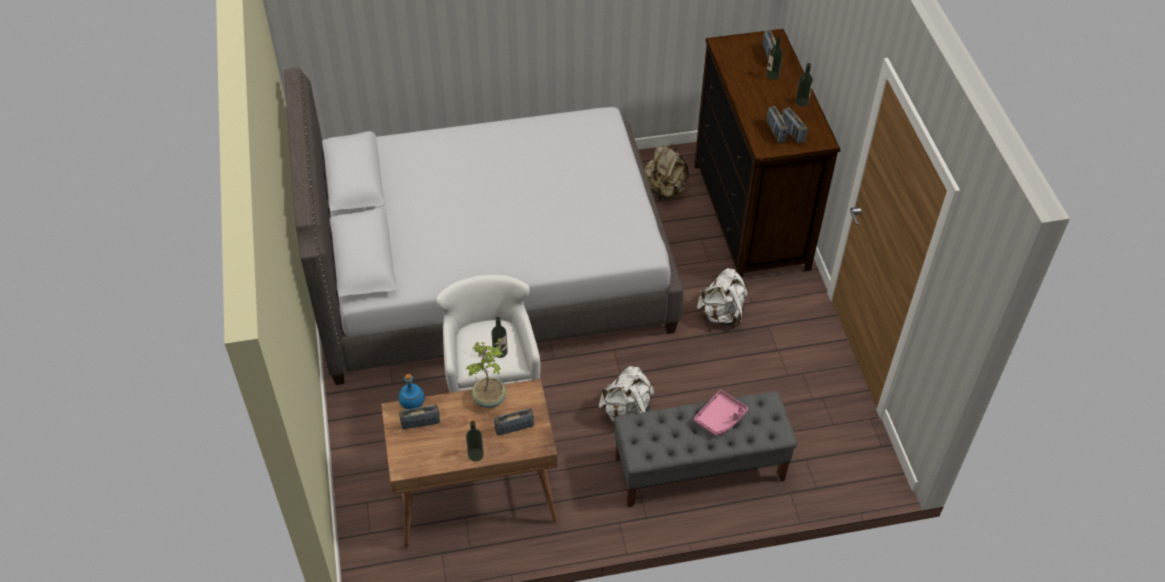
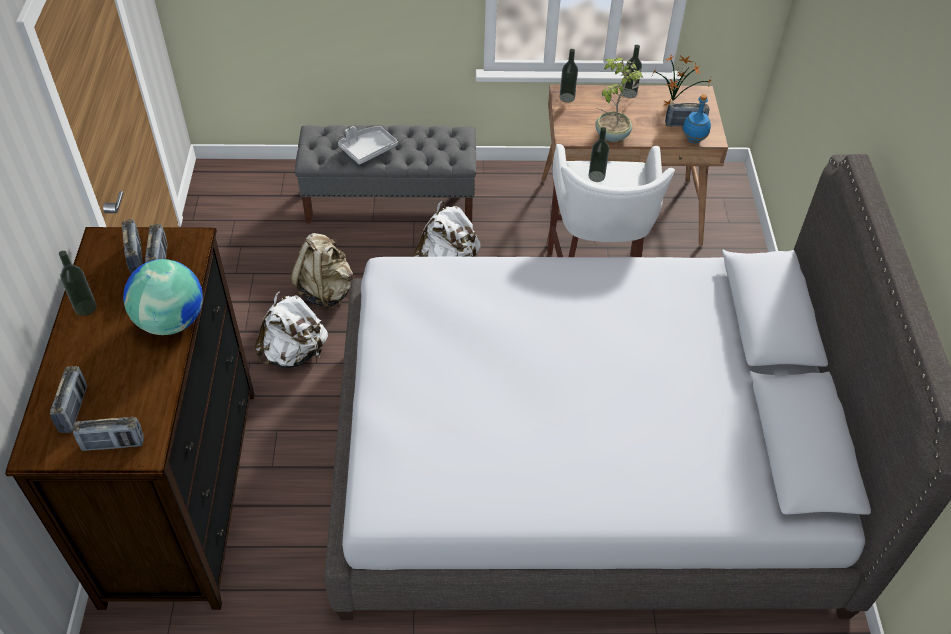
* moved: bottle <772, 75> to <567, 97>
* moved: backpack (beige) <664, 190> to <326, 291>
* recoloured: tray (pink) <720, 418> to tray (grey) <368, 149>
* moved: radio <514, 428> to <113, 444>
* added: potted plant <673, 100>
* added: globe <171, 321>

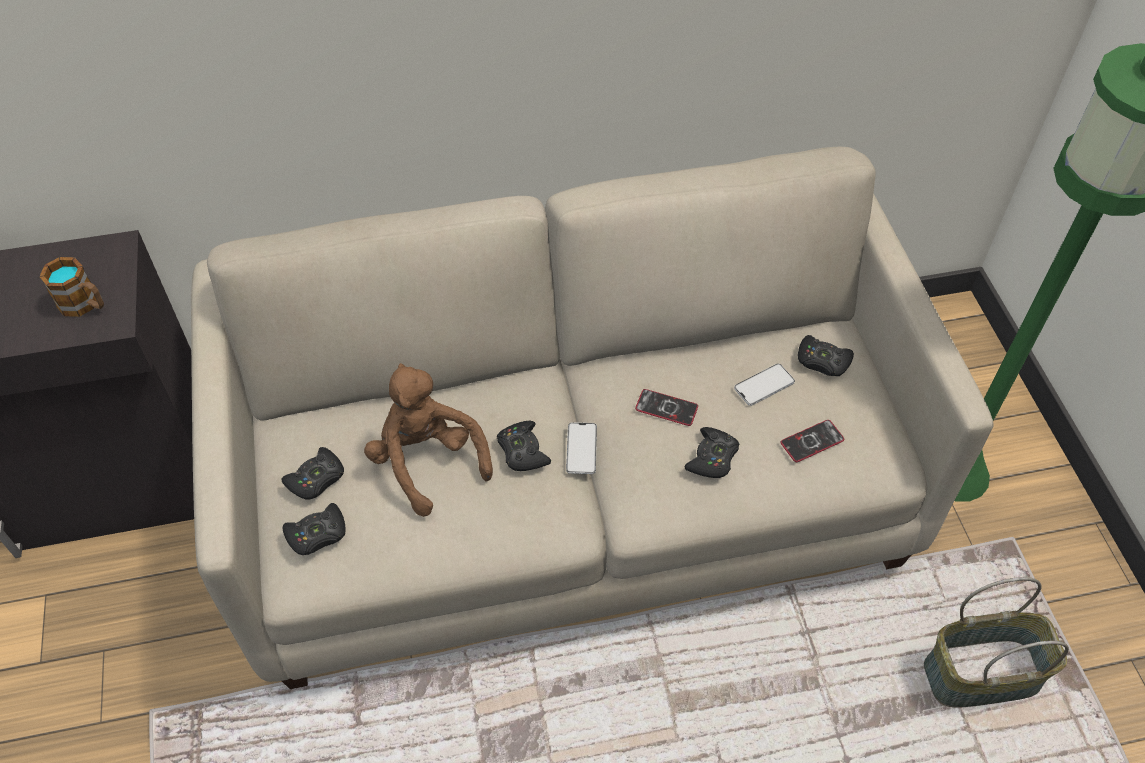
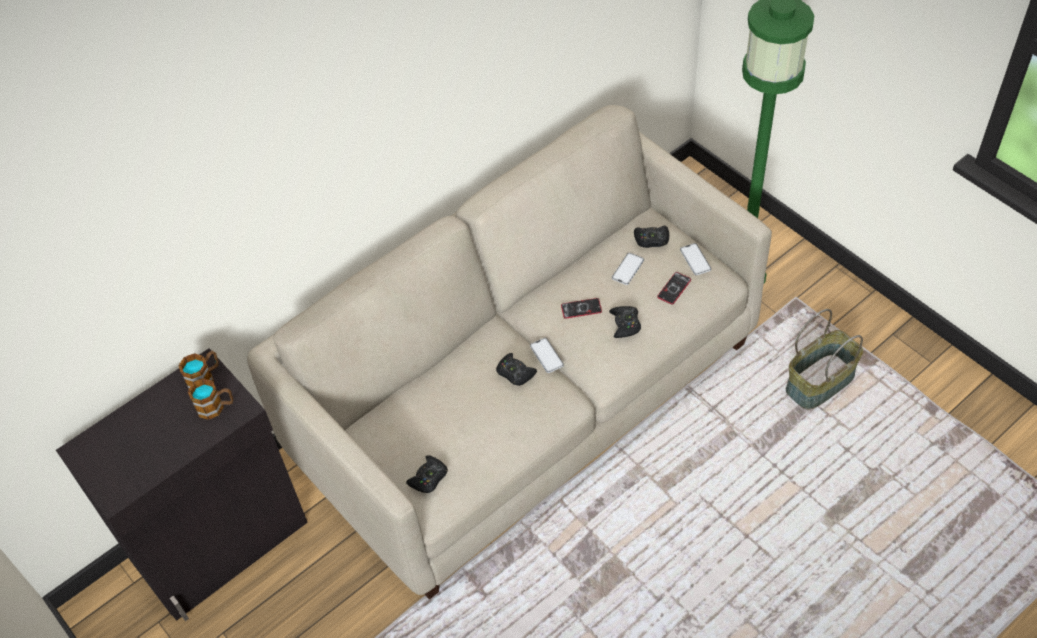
* removed: plush toy (brown) <427, 461>
* removed: game controller (black) <316, 479>
* added: phone <695, 259>
* added: mug <205, 378>

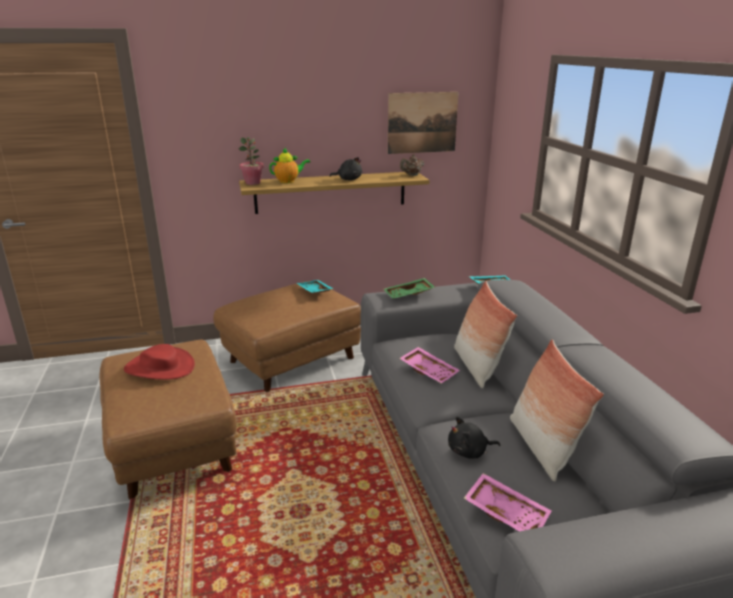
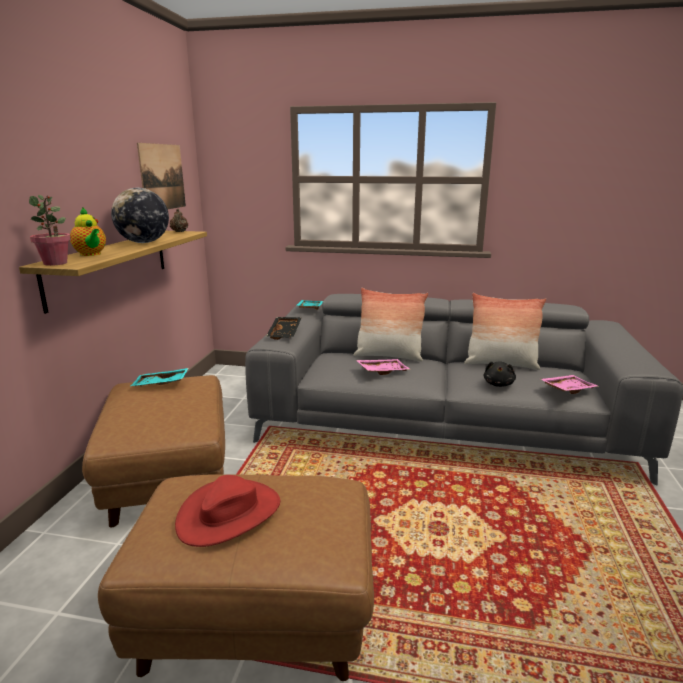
* turned: teapot <288, 181> = <91, 254> 135 degrees clockwise
* replaced: plush toy (black) <348, 179> to globe <144, 242>
* recoloured: tray (green) <409, 295> to tray (black) <285, 333>

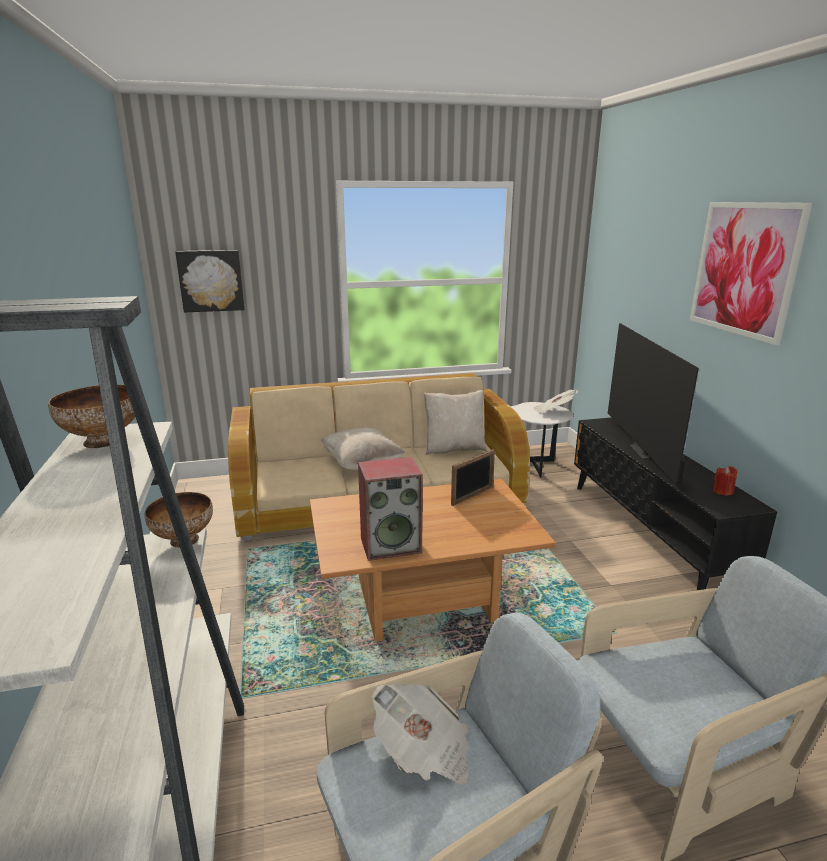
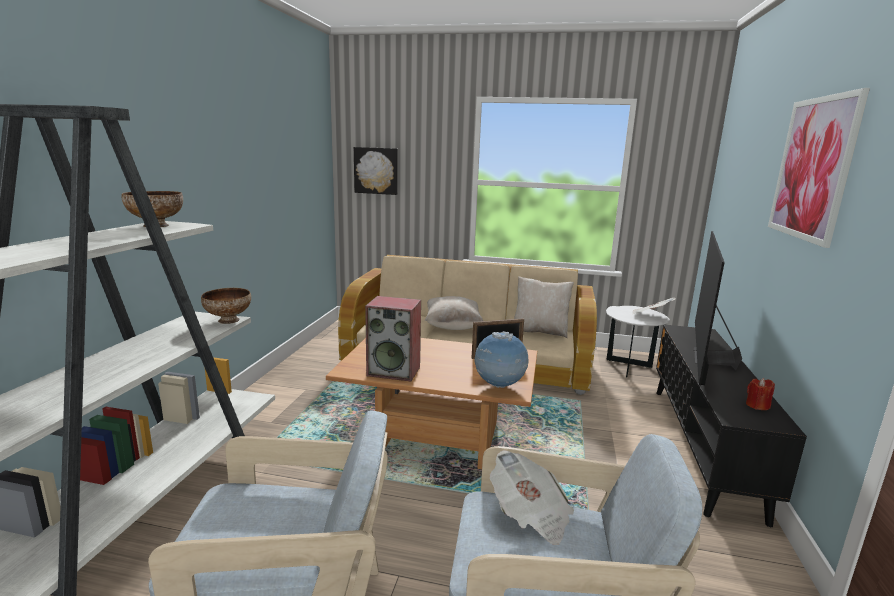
* moved: newspaper <423, 751> to <530, 514>
* added: globe <499, 386>

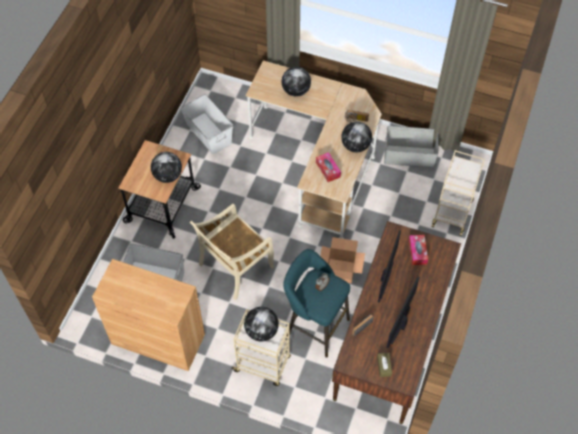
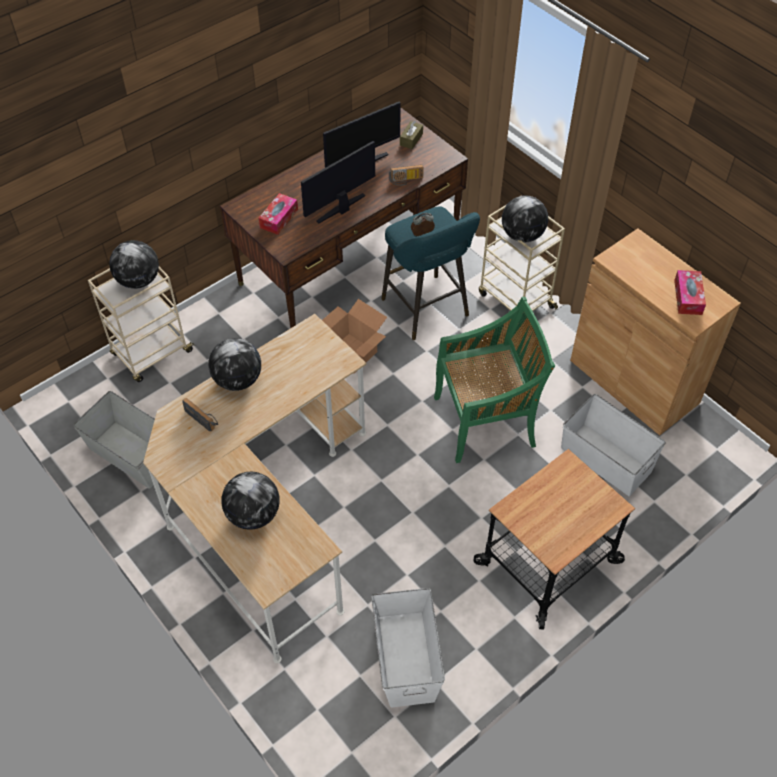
* moved: globe <167, 176> to <139, 281>
* moved: tissue box <328, 169> to <688, 297>
* recoloured: chair (beige) <235, 267> to chair (green) <486, 421>

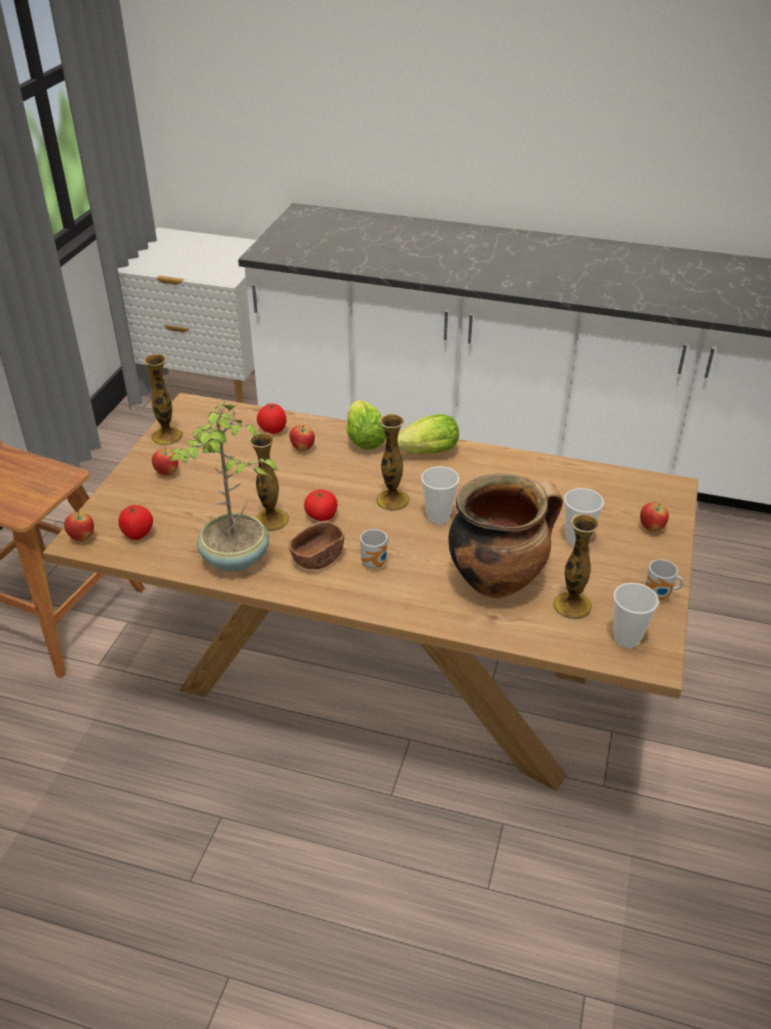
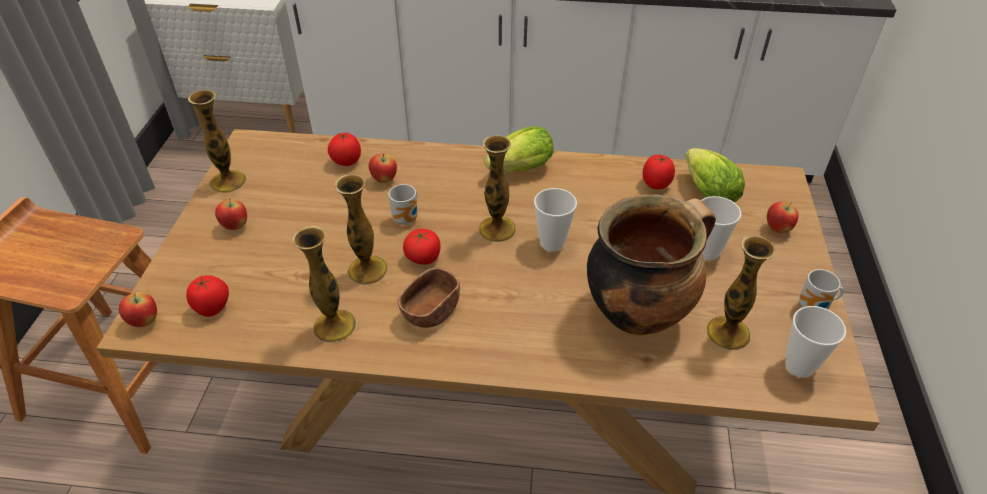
* moved: lettuce <363, 438> to <706, 191>
* replaced: potted plant <235, 559> to vase <334, 326>
* moved: mug <376, 563> to <407, 219>
* added: tomato <656, 184>

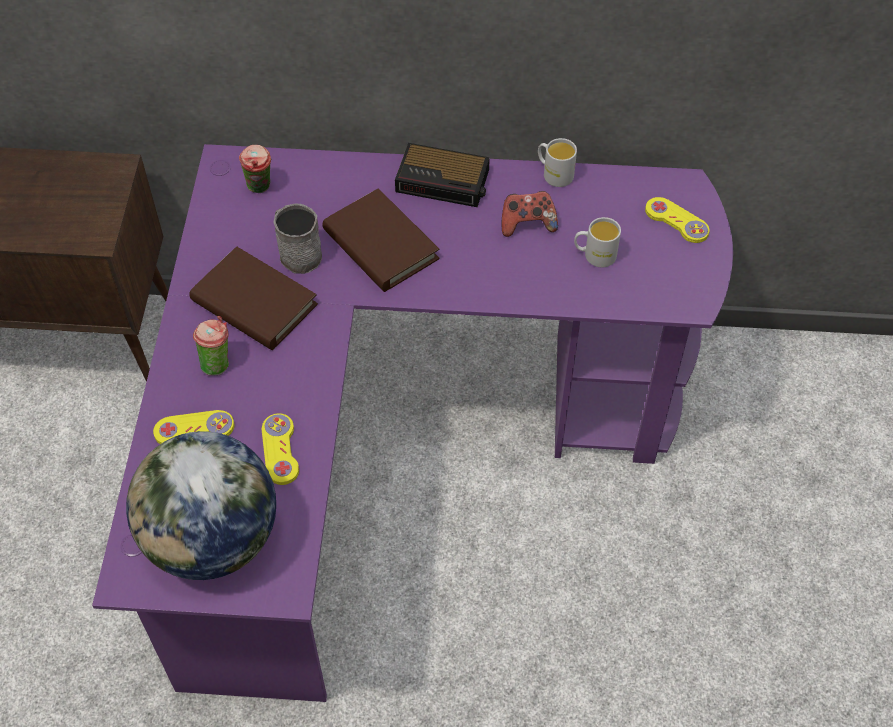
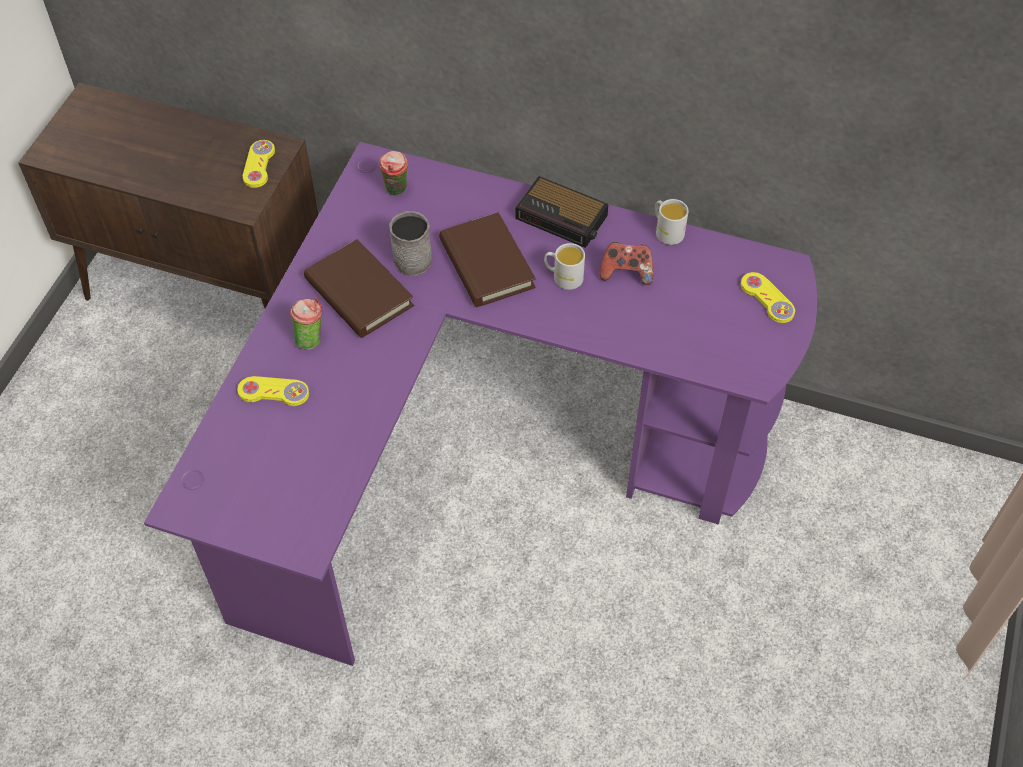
* moved: mug (white) <594, 255> to <563, 277>
* moved: game controller (yellow) <280, 450> to <259, 165>
* removed: globe <213, 540>

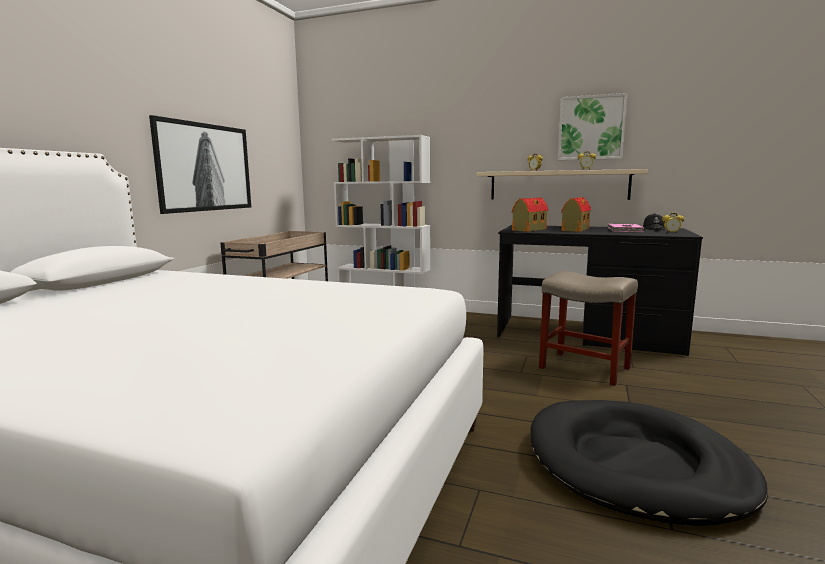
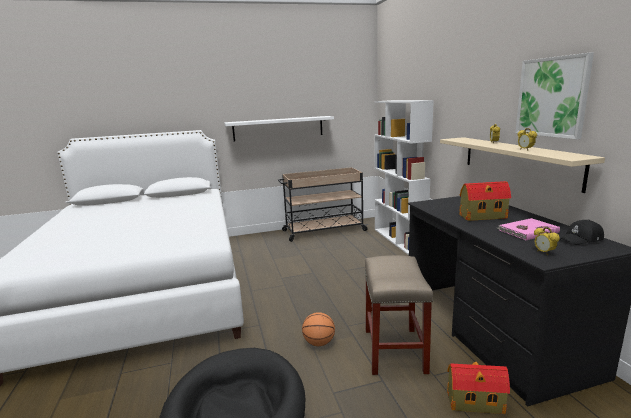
* replaced: picture <205, 167> to shelf (white) <278, 128>
* moved: toy house <528, 229> to <473, 402>
* added: basketball <319, 343>

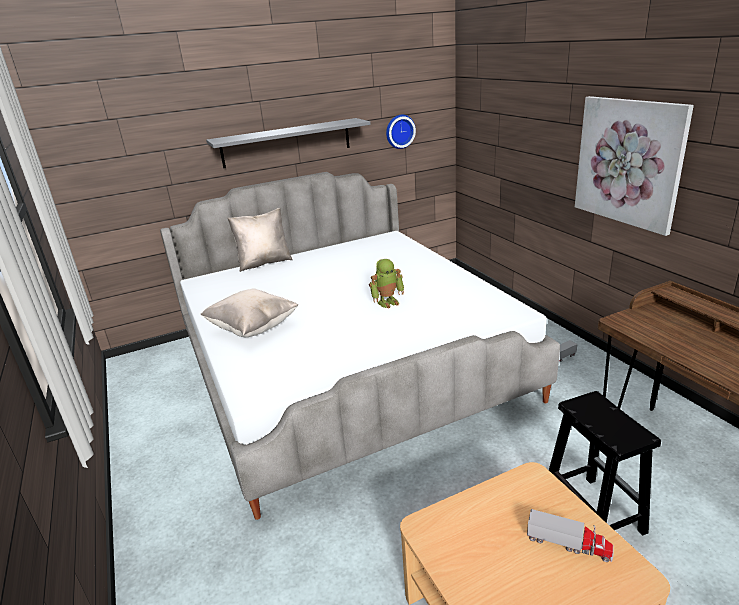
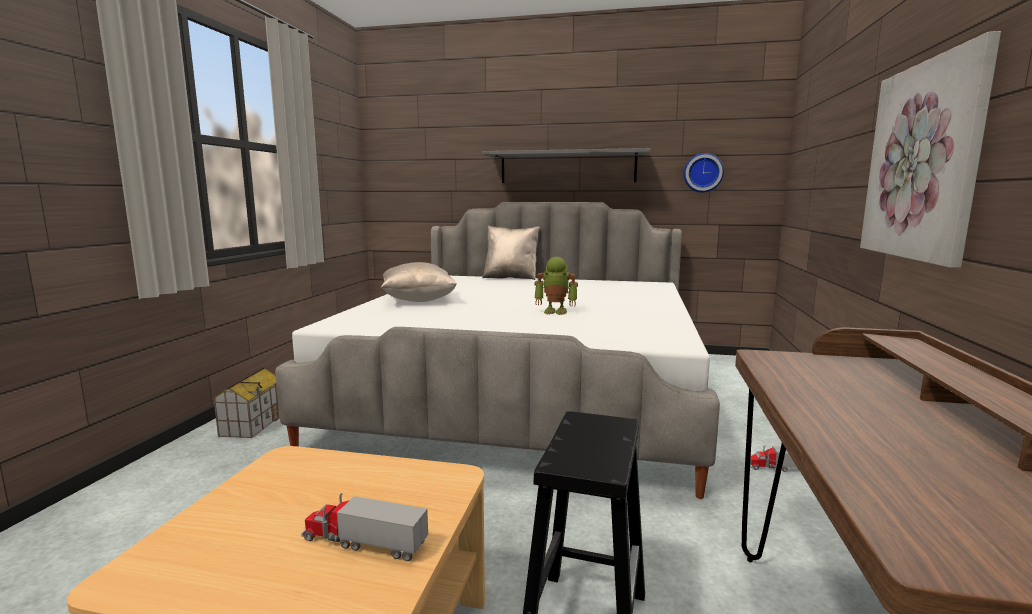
* turned: toy truck <569, 544> = <363, 542> 135 degrees clockwise
* added: toy house <252, 424>

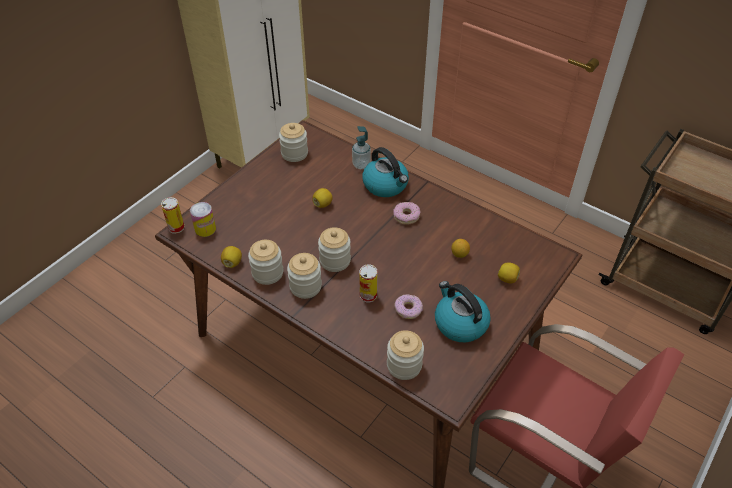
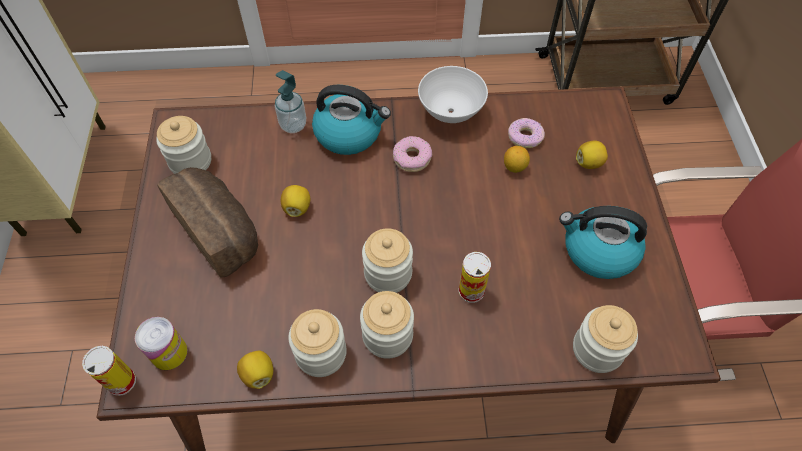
* moved: donut <408, 309> to <525, 137>
* added: bowl (white) <450, 112>
* added: bread <220, 230>

